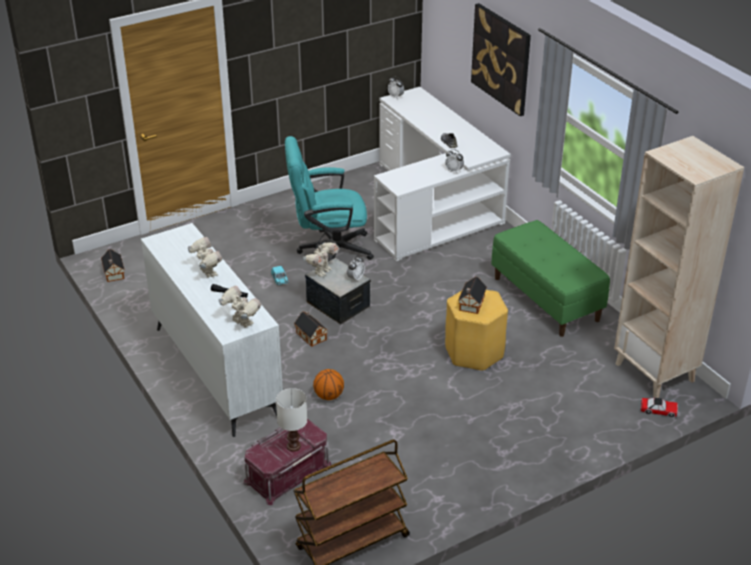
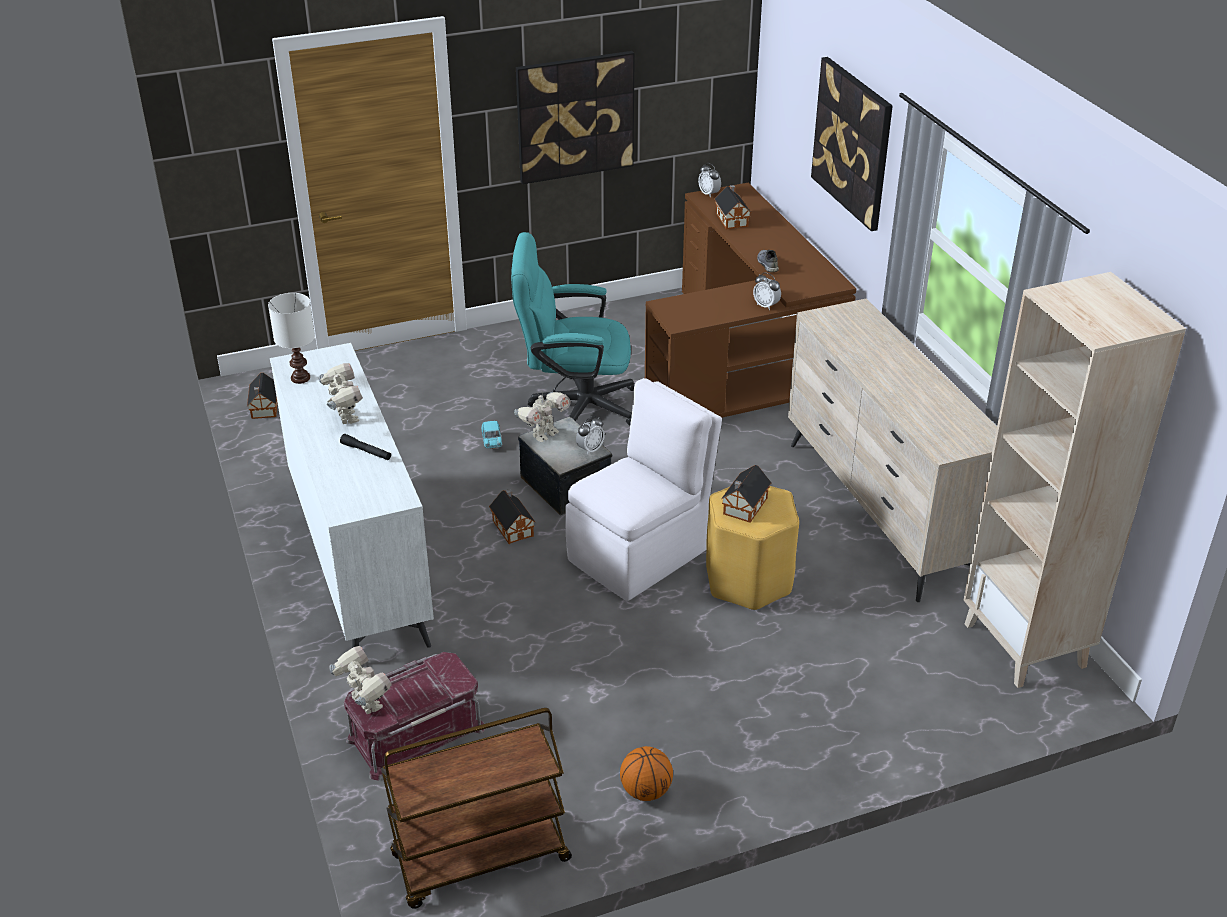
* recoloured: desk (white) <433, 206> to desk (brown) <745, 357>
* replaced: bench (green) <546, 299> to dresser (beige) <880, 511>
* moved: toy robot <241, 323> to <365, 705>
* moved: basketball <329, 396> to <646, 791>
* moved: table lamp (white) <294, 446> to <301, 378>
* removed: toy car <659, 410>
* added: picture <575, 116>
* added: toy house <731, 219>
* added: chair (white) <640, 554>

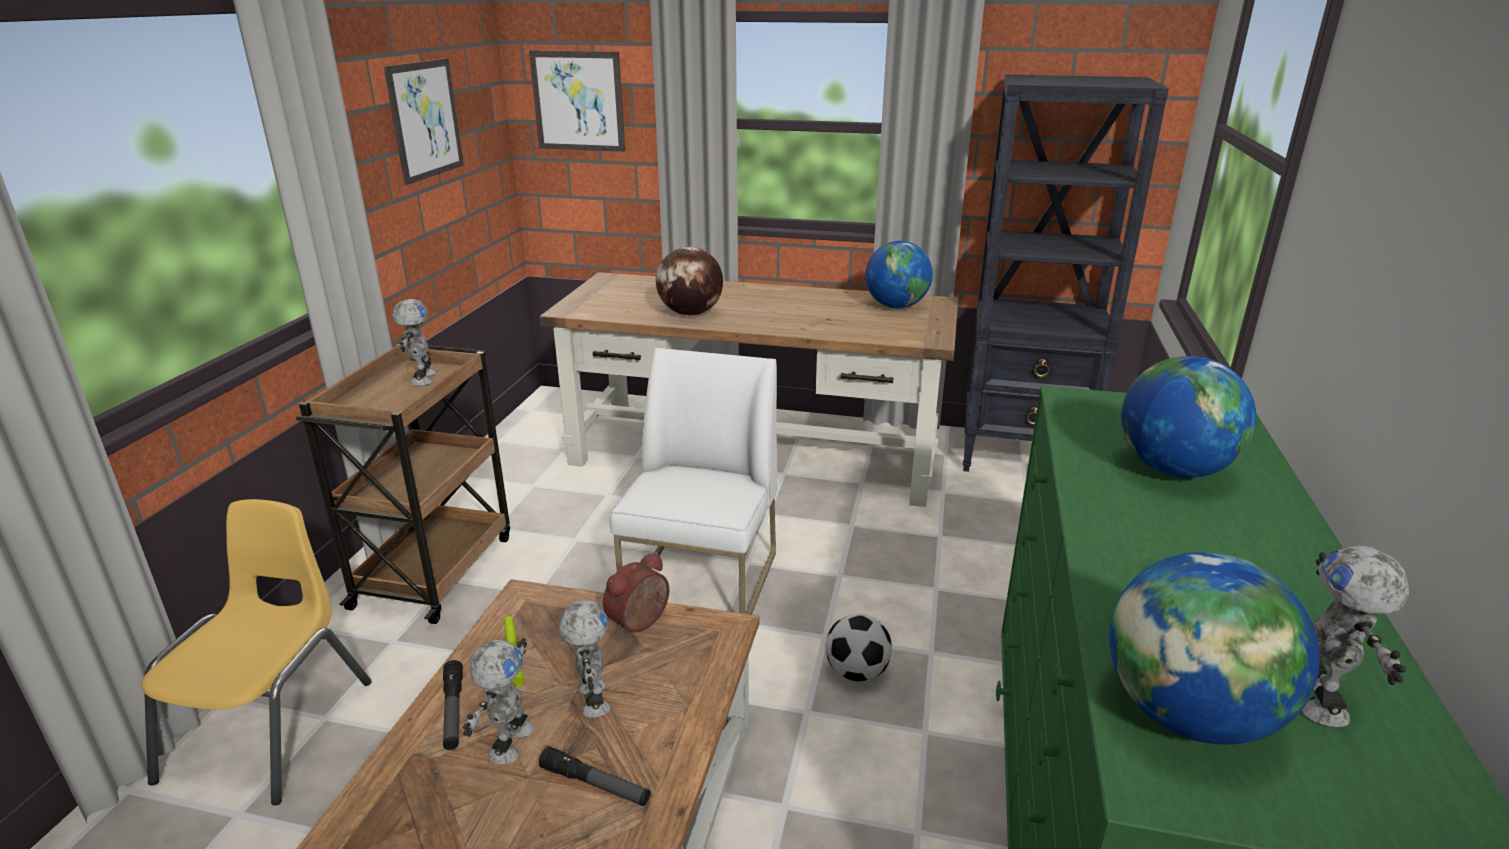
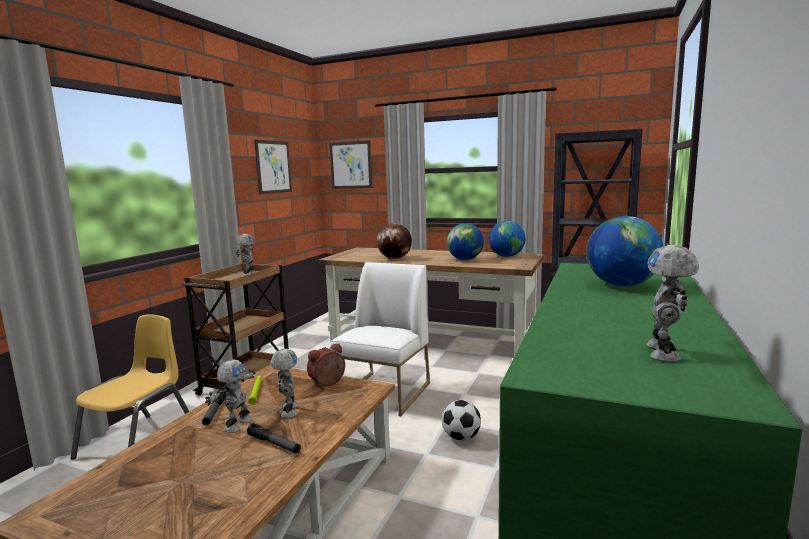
* moved: globe <1188, 715> to <465, 260>

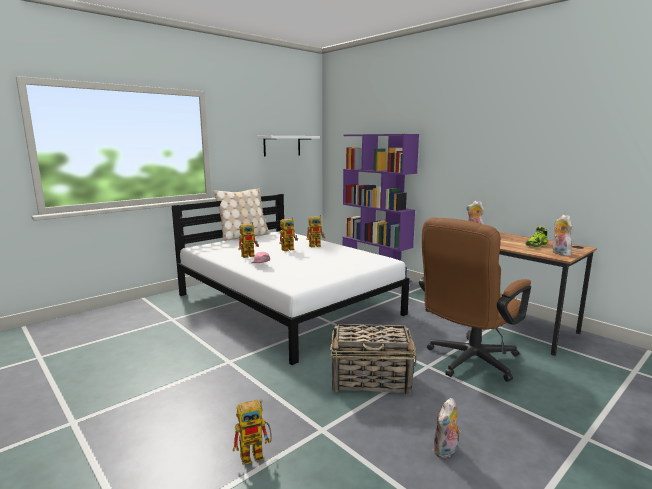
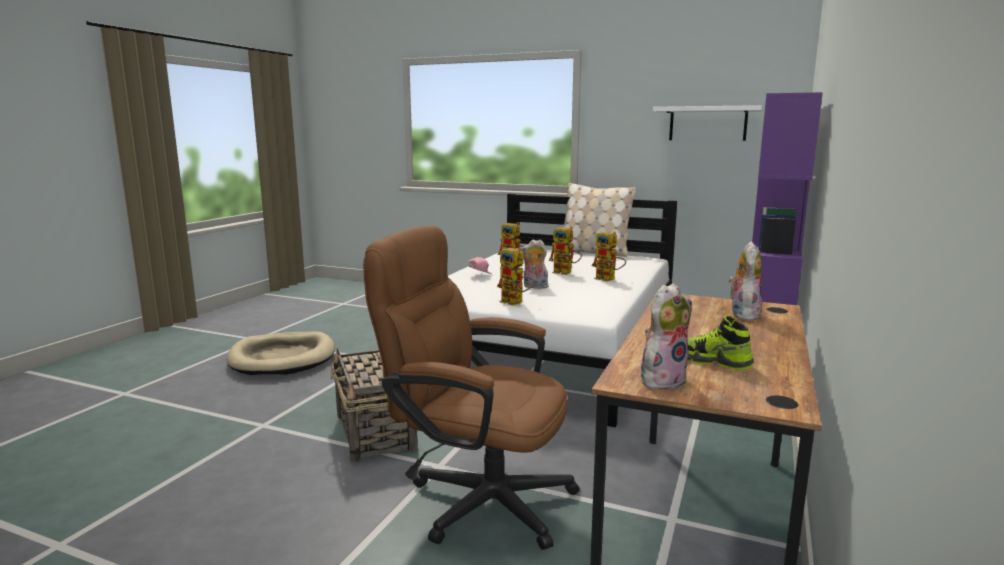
* moved: plush toy <446, 451> to <534, 287>
* moved: toy robot <256, 454> to <516, 302>
* added: dog bed (beige) <283, 358>

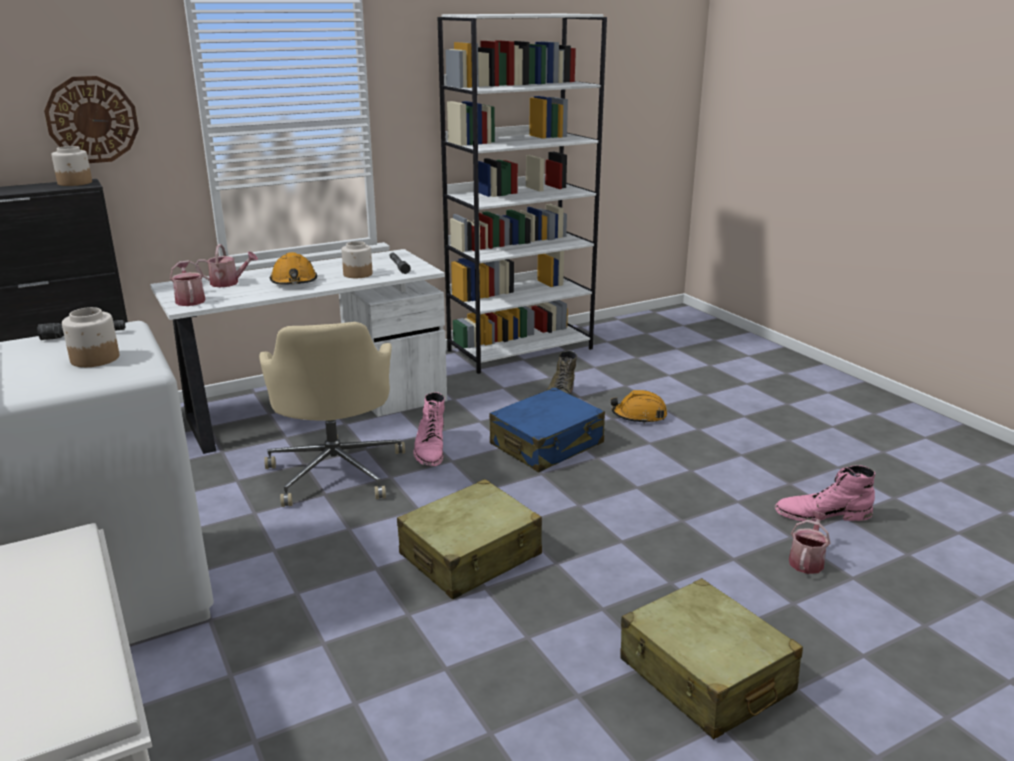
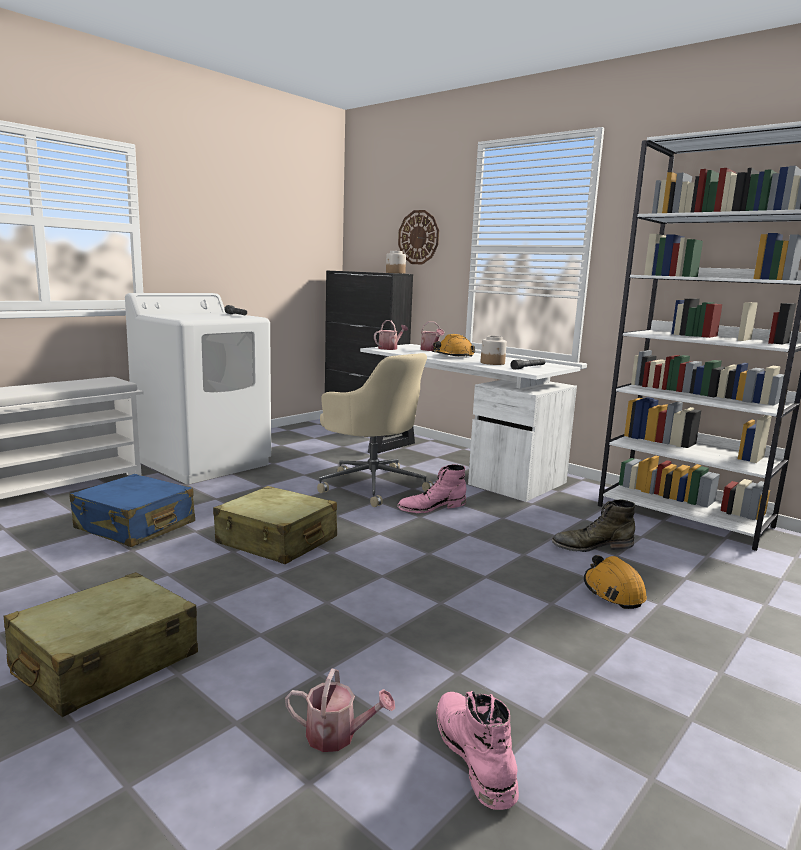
* removed: jar <94, 359>
* turned: office chair (beige) <336, 471> = <372, 485> 105 degrees counterclockwise
* moved: suitcase (blue) <547, 444> to <135, 526>

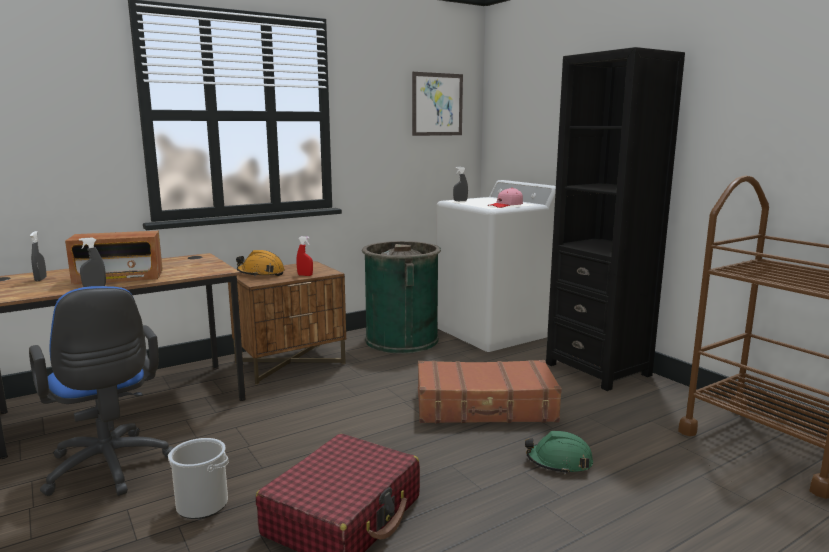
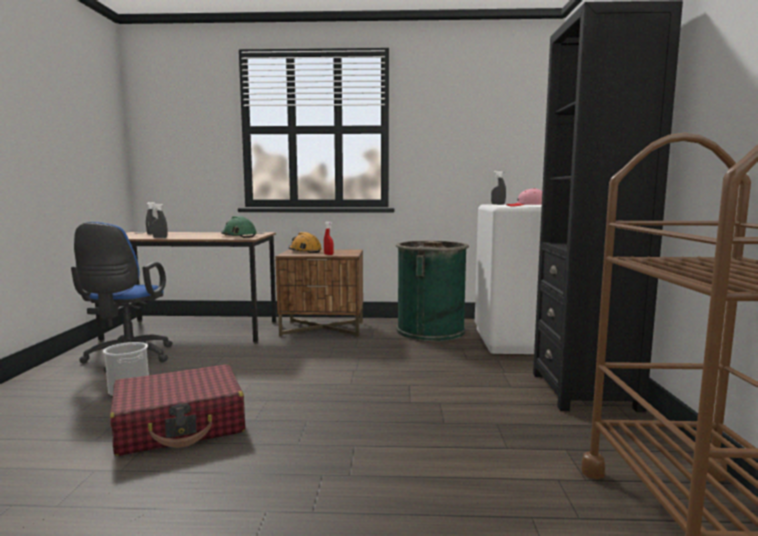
* removed: picture <437, 104>
* removed: radio <119, 278>
* removed: suitcase (brown) <485, 407>
* moved: hard hat (green) <559, 462> to <238, 236>

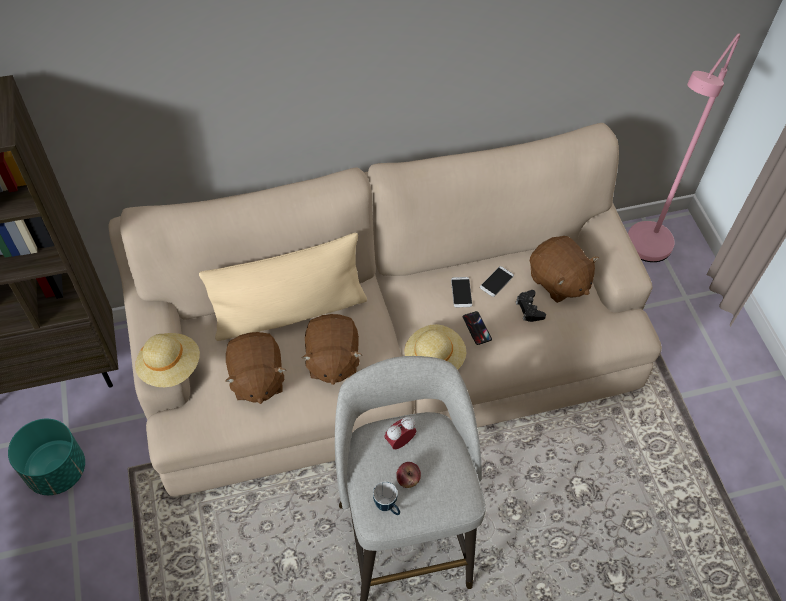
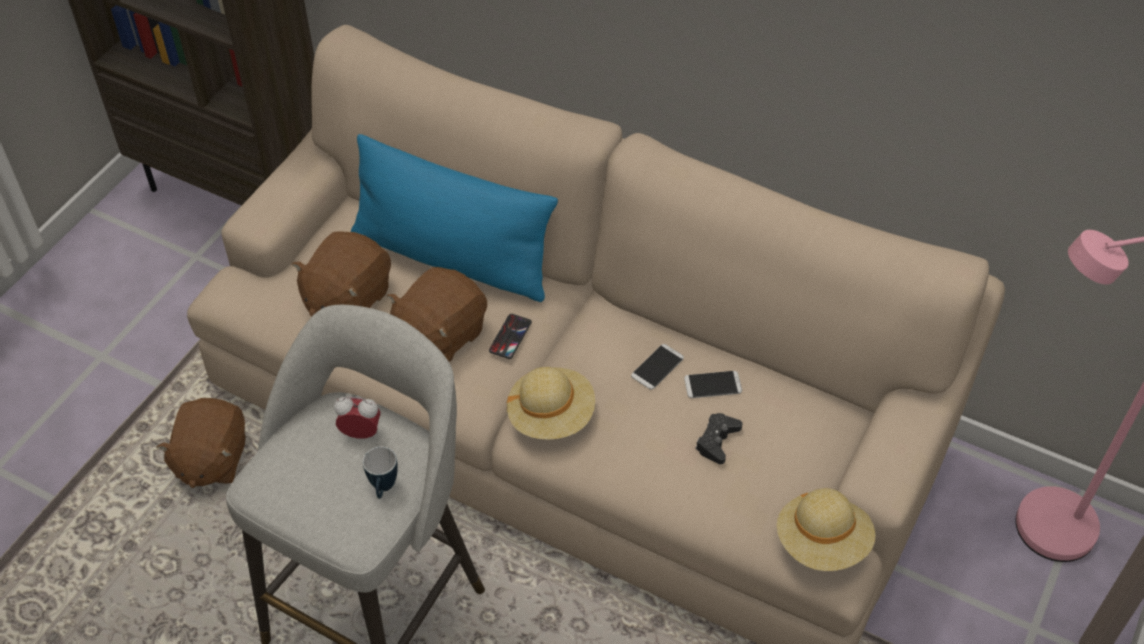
* recoloured: pillow (beige) <290, 311> to pillow (blue) <452, 257>
* moved: plush toy (brown) <558, 281> to <211, 459>
* moved: phone <476, 328> to <510, 336>
* moved: hat (beige) <170, 367> to <822, 542>
* removed: planter (turquoise) <57, 471>
* removed: apple <408, 479>
* moved: mug <388, 508> to <383, 489>

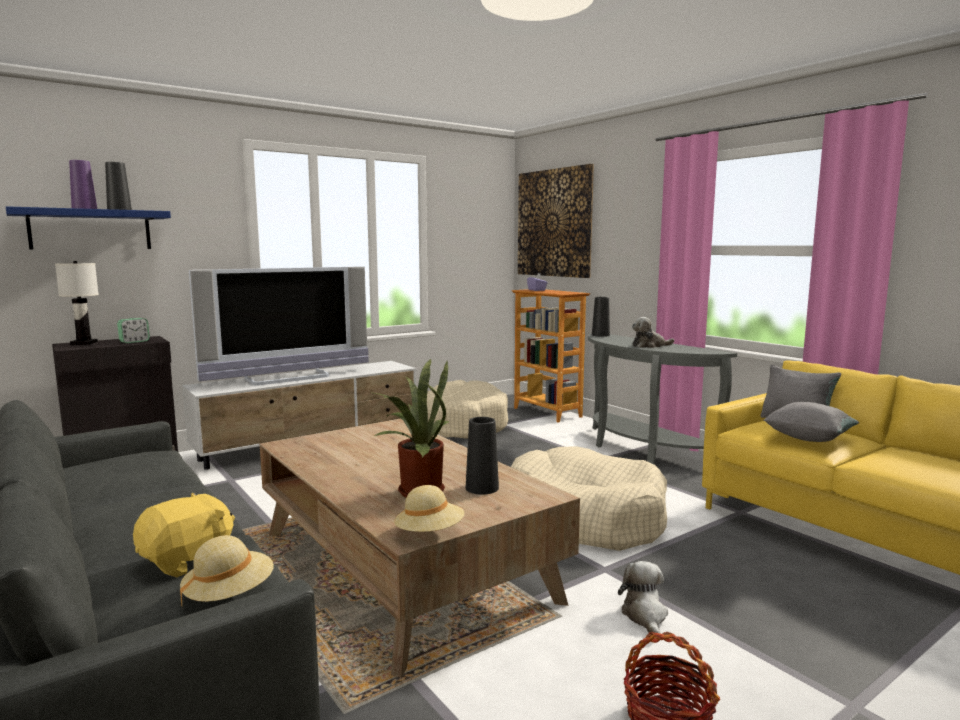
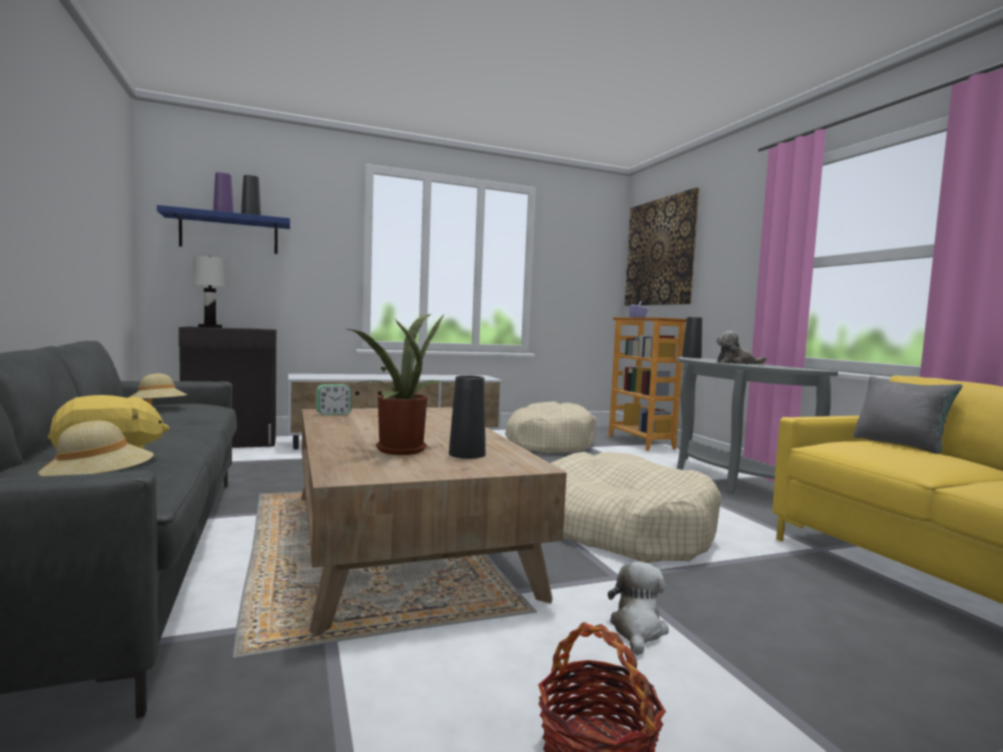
* removed: television <289, 378>
* moved: alarm clock <134, 341> to <333, 413>
* removed: pillow (grey) <808, 438>
* moved: hat (beige) <429, 533> to <158, 409>

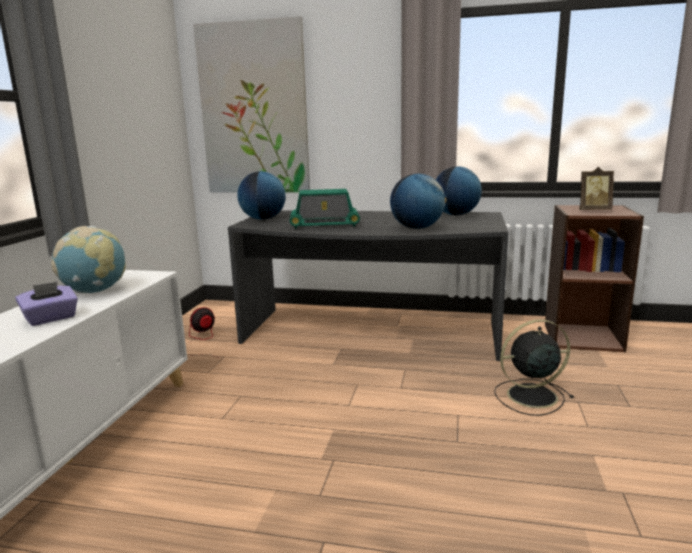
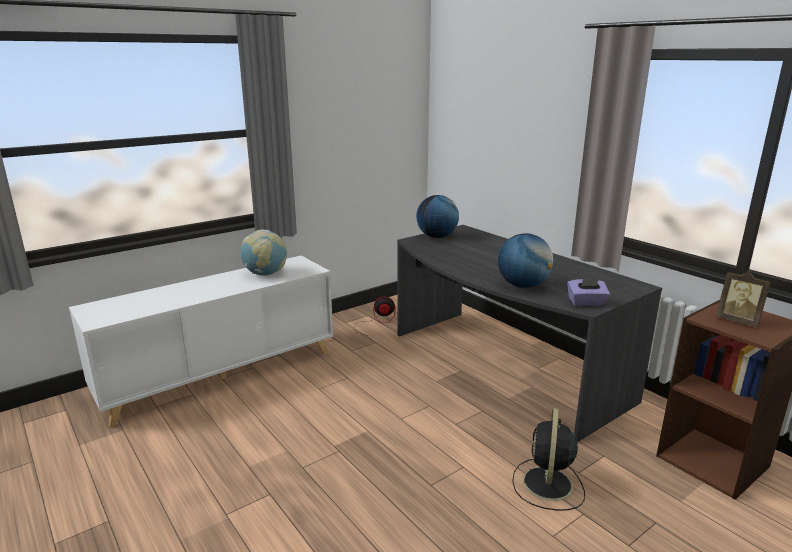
* removed: picture <254, 110>
* removed: globe <456, 215>
* removed: radio <324, 225>
* moved: tissue box (purple) <51, 319> to <586, 303>
* turned: fan (black) <529, 396> = <547, 485> 105 degrees counterclockwise

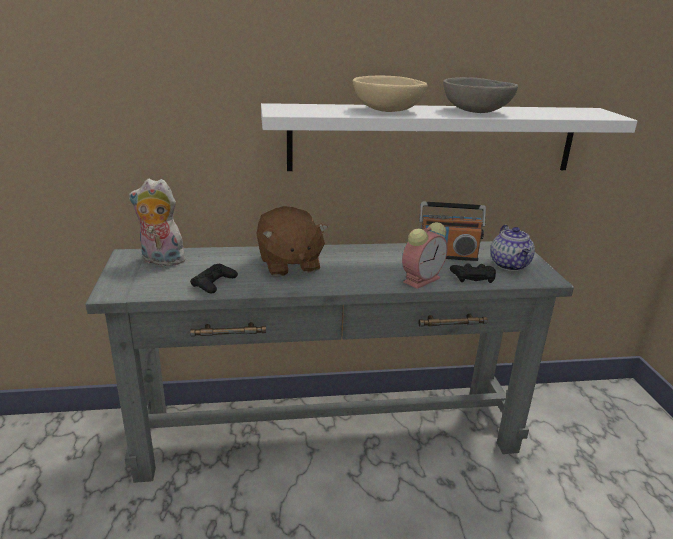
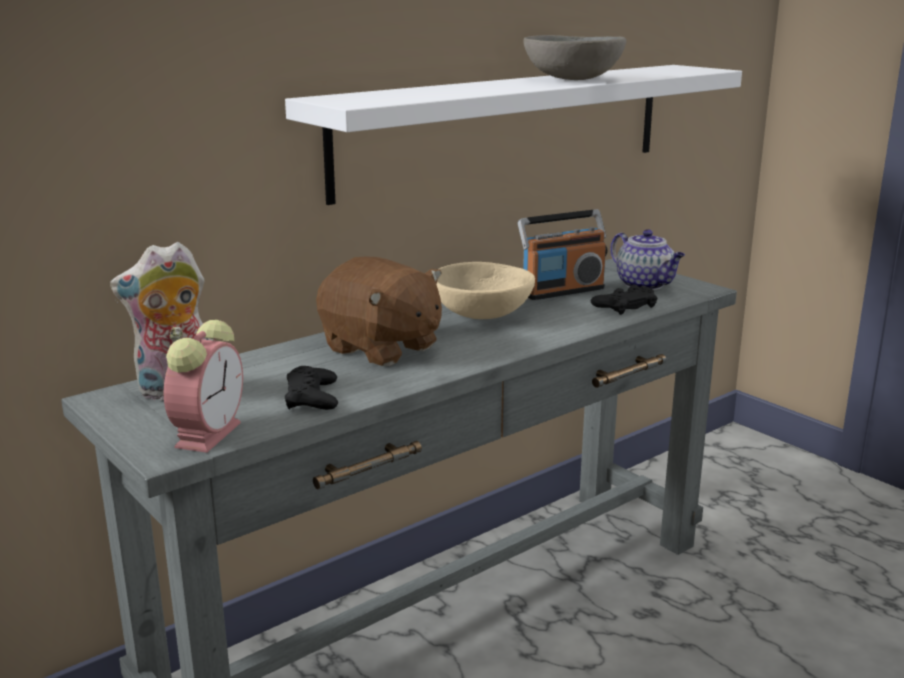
* moved: bowl (beige) <388, 110> to <483, 314>
* moved: alarm clock <422, 279> to <209, 433>

